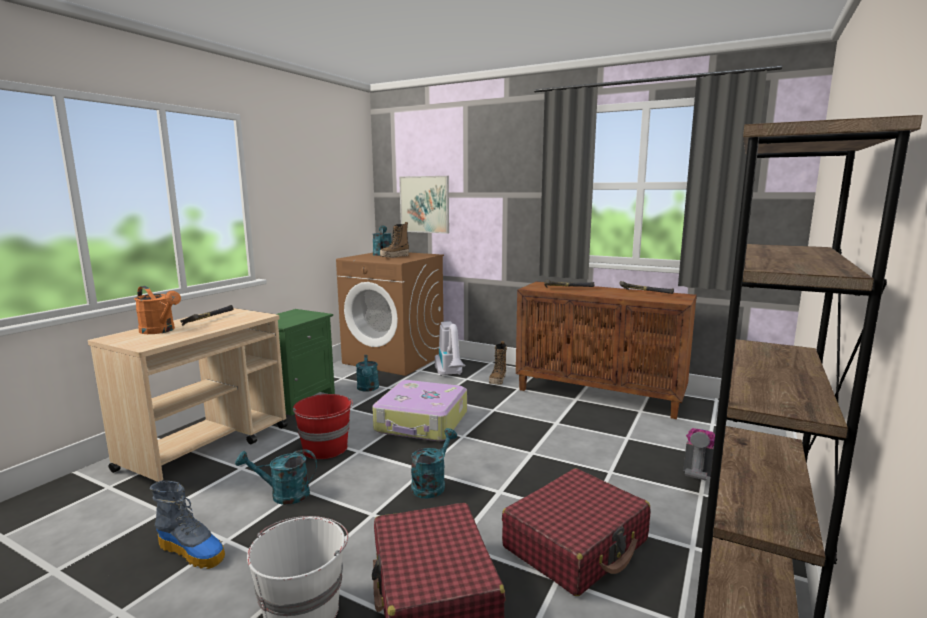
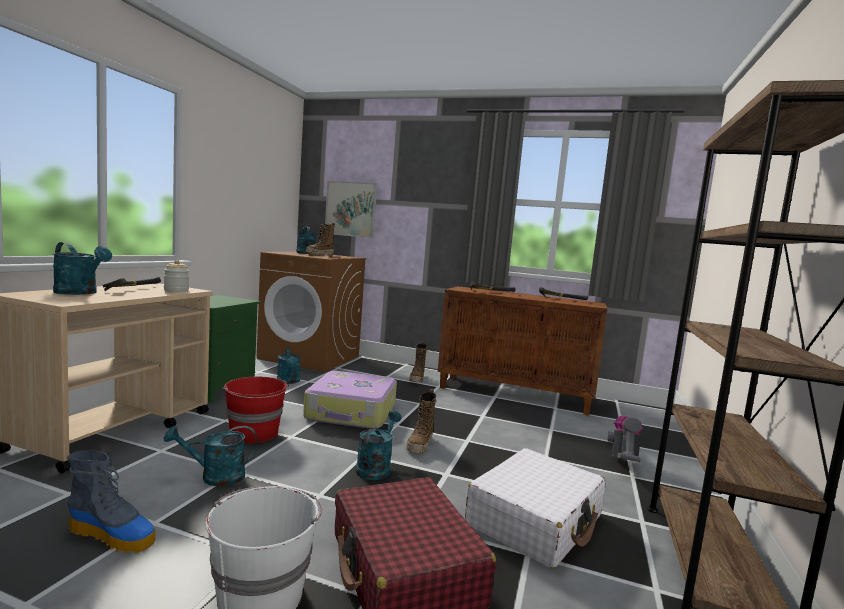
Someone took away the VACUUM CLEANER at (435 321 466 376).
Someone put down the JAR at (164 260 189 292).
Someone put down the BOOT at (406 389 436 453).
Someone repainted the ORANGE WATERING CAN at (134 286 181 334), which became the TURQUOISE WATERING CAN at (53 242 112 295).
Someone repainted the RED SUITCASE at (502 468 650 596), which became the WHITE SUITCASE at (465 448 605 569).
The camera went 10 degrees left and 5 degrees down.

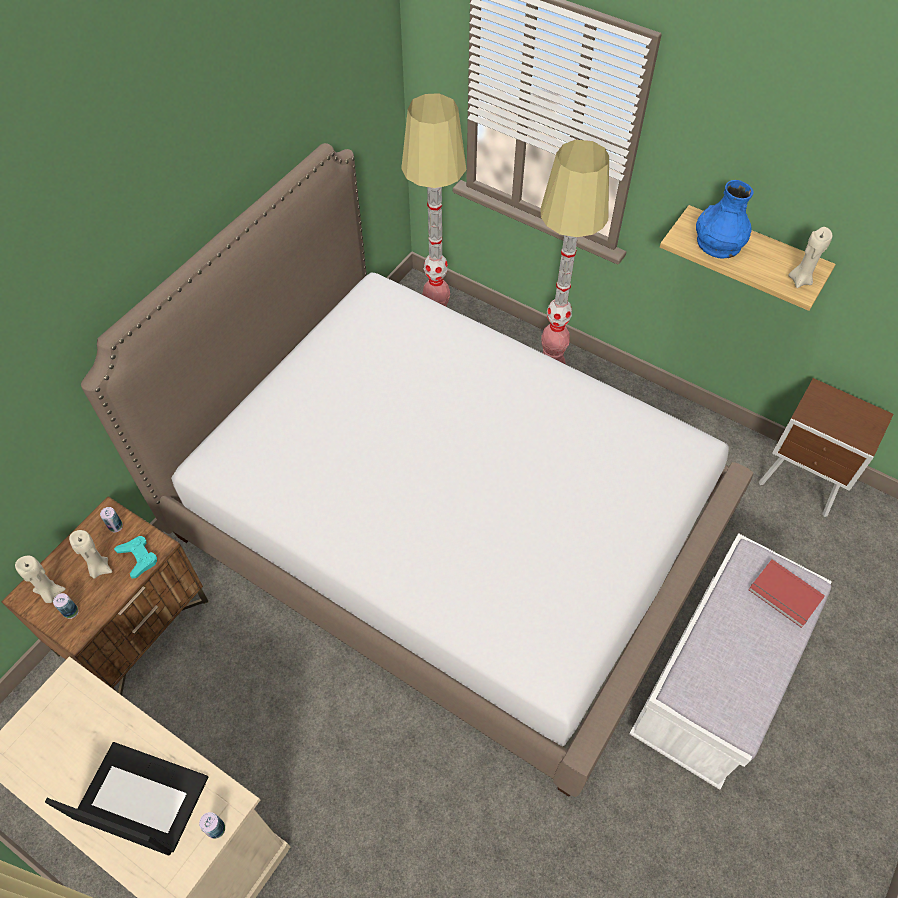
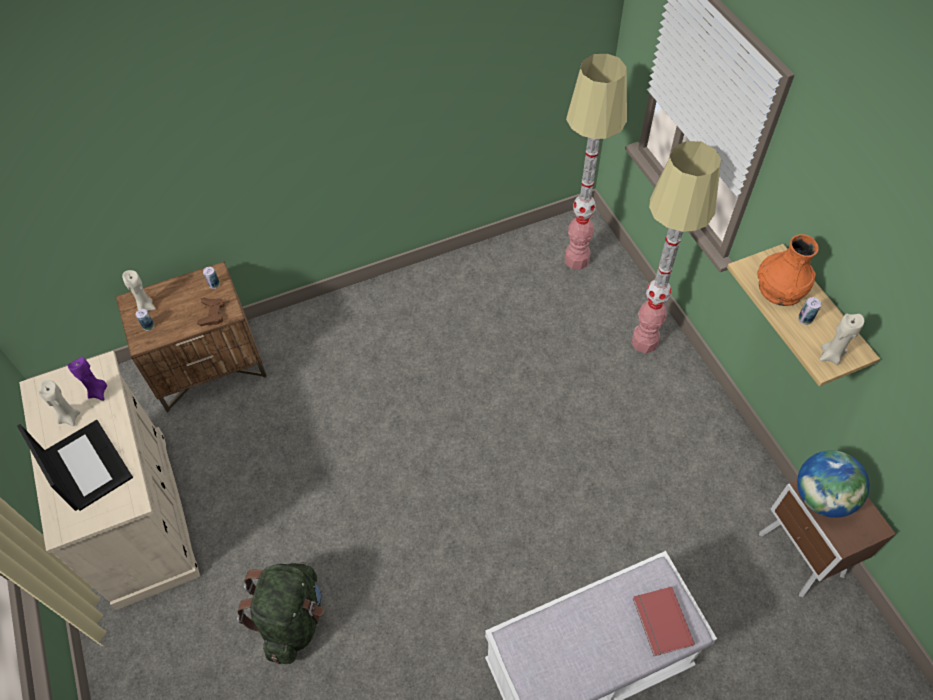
Someone took away the BED at (81 143 753 797).
Someone put down the PURPLE CANDLE at (67 357 107 401).
Someone put down the GREEN BACKPACK at (237 562 324 664).
Someone put down the GLOBE at (797 450 869 518).
Someone carried the BEIGE CANDLE from (69 530 112 579) to (38 380 80 426).
Someone carried the CAN from (199 812 225 839) to (798 297 821 325).
Someone repainted the TURQUOISE GAME CONTROLLER at (114 536 157 578), which became the BROWN GAME CONTROLLER at (197 298 225 326).
Someone repainted the BLUE VASE at (696 180 753 259), which became the ORANGE VASE at (757 234 819 306).
The camera went 35 degrees right and 0 degrees up.

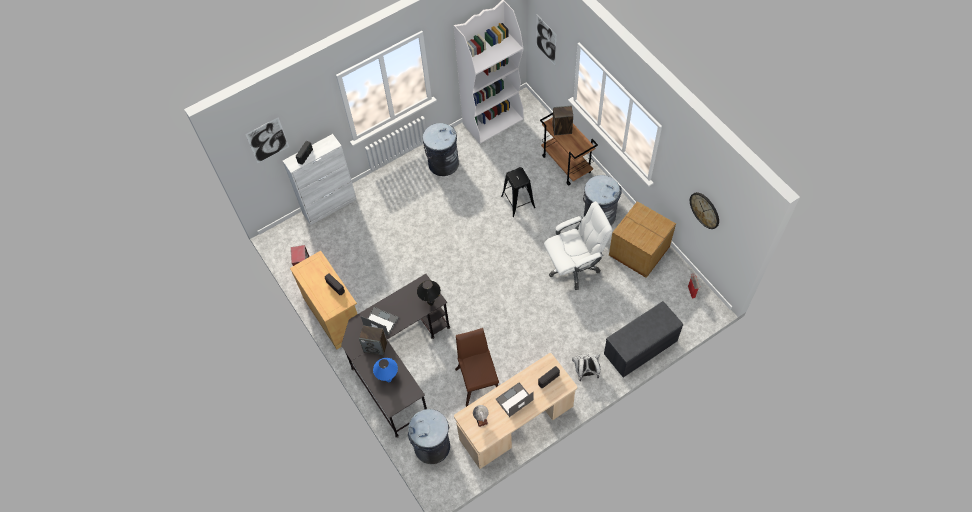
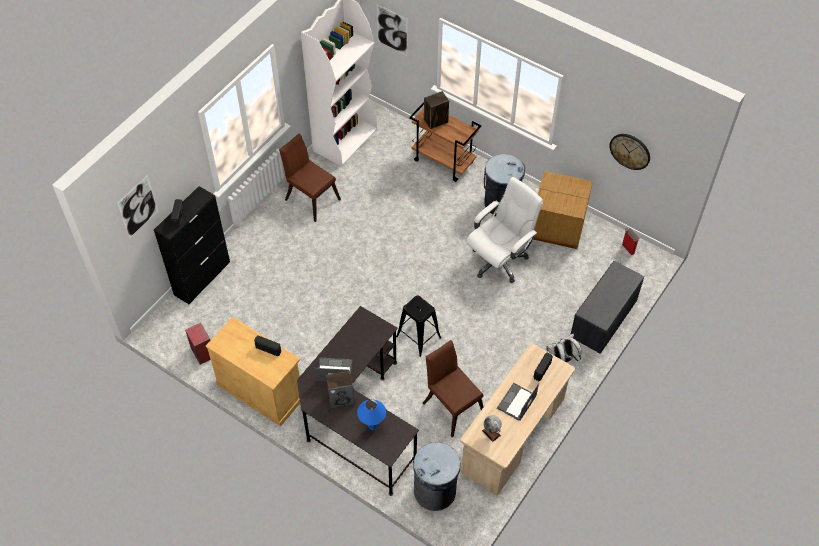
Someone took away the BLACK TABLE LAMP at (417 280 441 306).
Someone carried the BLACK STOOL from (501 167 536 217) to (396 295 441 357).
Someone swapped the GREY TRASH CAN at (422 123 459 176) for the BROWN CHAIR at (279 133 341 222).
Someone repainted the WHITE CABINET at (283 134 357 225), which became the BLACK CABINET at (154 186 230 304).
The camera went 25 degrees left and 5 degrees down.

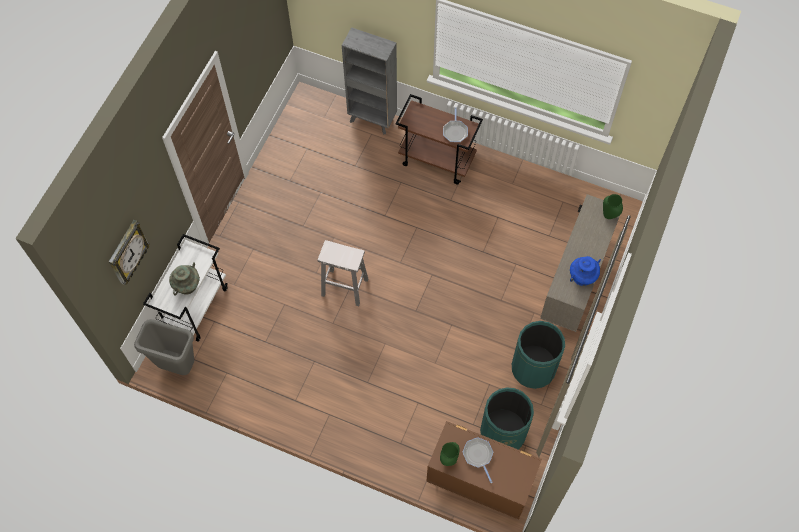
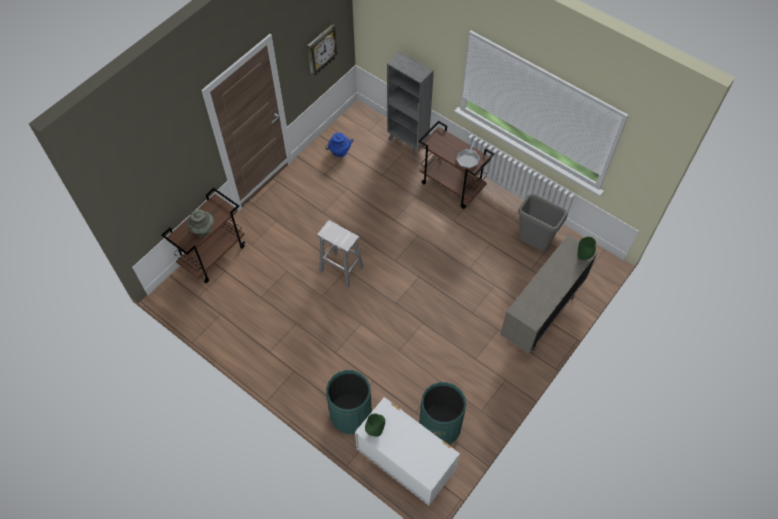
Someone took away the FRYING PAN at (463 437 493 483).
Someone carried the WALL CLOCK from (108 220 150 285) to (307 24 338 75).
Someone carried the GREY TRASH CAN from (134 319 194 375) to (518 194 568 250).
Someone carried the GREEN TRASH CAN from (512 321 565 389) to (326 370 372 434).
Someone carried the BLUE VASE from (570 256 601 286) to (326 133 353 157).
Someone repainted the WHITE CART at (143 234 228 342), which became the BROWN CART at (161 188 245 283).
Someone repainted the BROWN DRESSER at (426 421 542 520), which became the WHITE DRESSER at (355 397 460 506).
The camera went 15 degrees right and 5 degrees down.

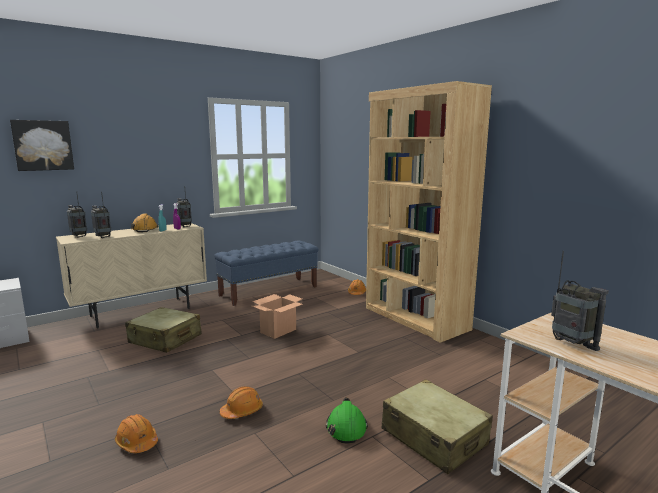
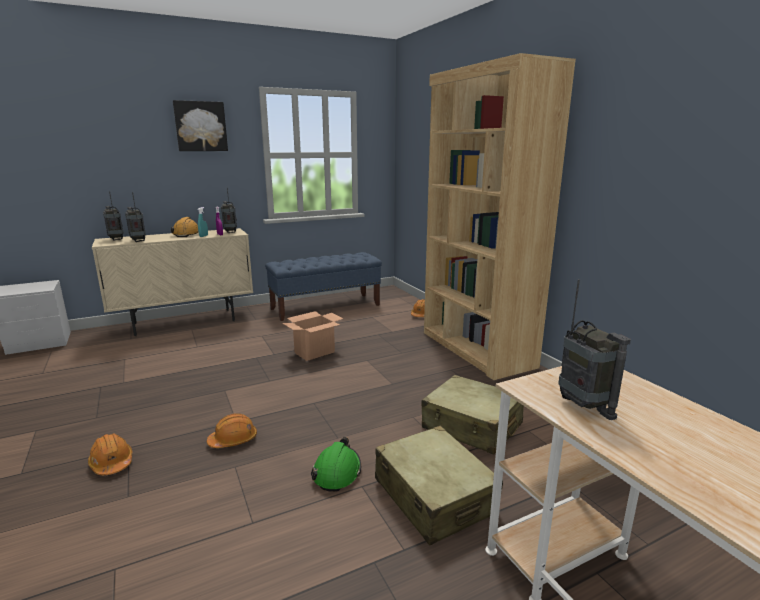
Someone carried the PICTURE from (10 120 74 171) to (173 100 228 151).
Someone carried the BEIGE SUITCASE from (125 307 202 353) to (421 375 524 455).
The camera went 10 degrees right and 5 degrees up.

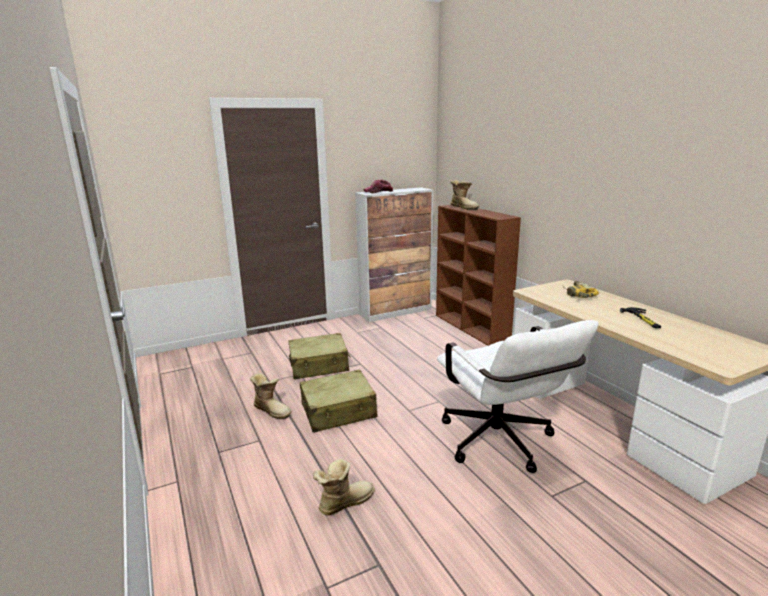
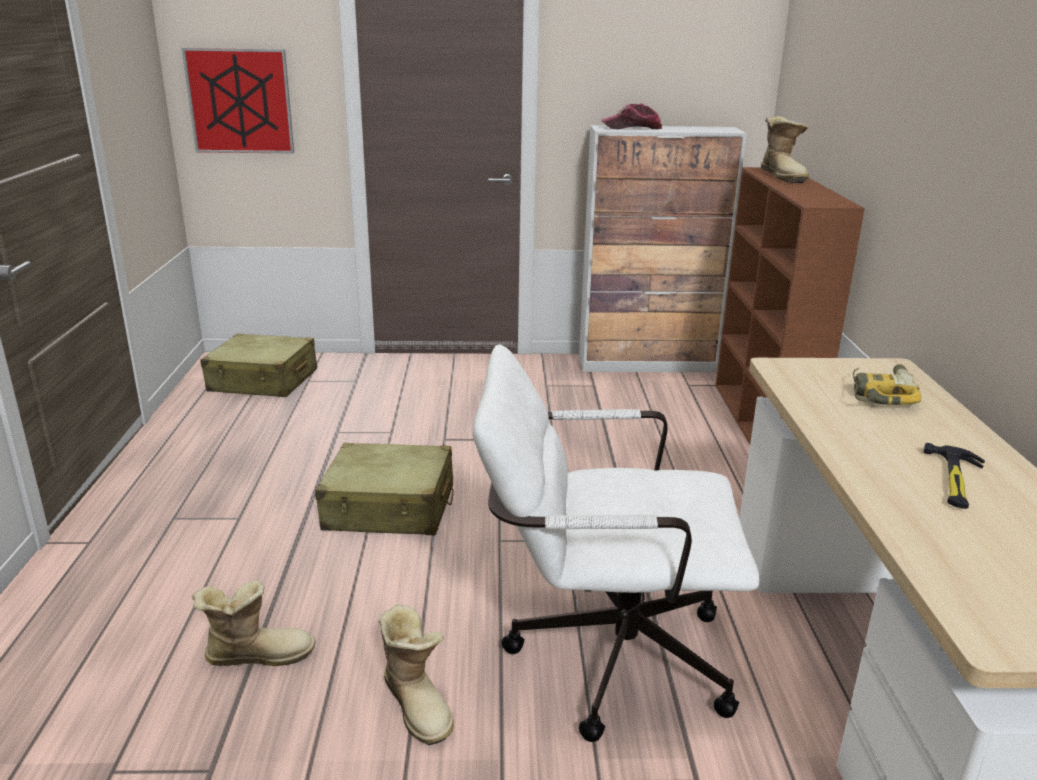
Someone put up the PICTURE at (182 48 294 154).
Someone carried the BOOT from (250 373 292 420) to (378 604 454 745).
Someone carried the BEIGE SUITCASE from (289 333 351 380) to (201 334 317 397).
Someone rotated the WHITE OFFICE CHAIR at (437 320 599 473) by 90 degrees clockwise.
The camera went 25 degrees right and 5 degrees up.

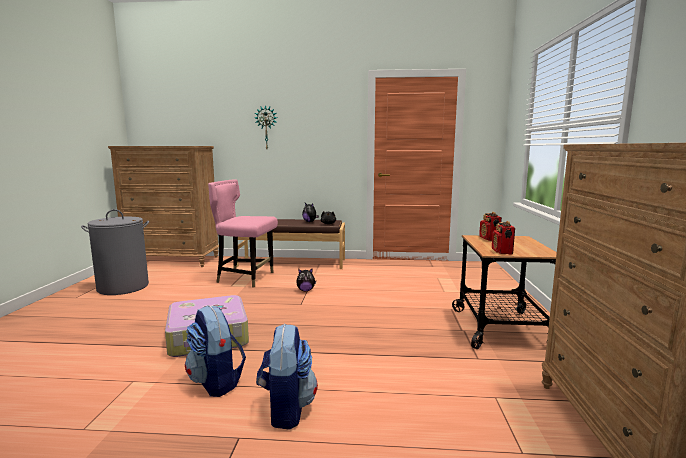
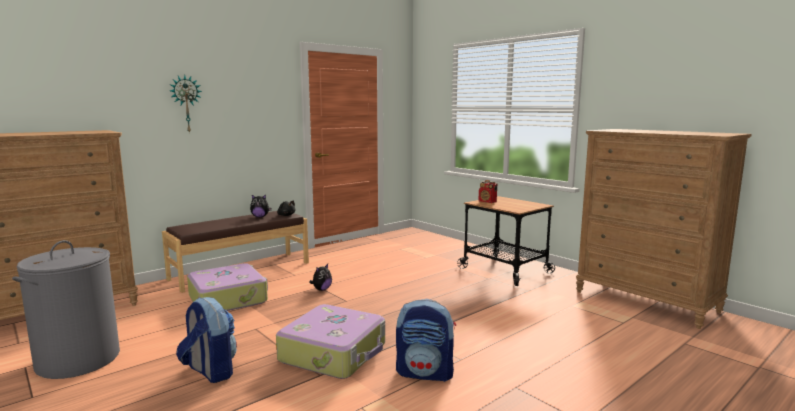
Someone took away the RADIO at (492 221 515 255).
Someone carried the BACKPACK from (256 324 318 430) to (176 297 237 383).
Someone swapped the PINK CHAIR at (208 179 278 287) for the SUITCASE at (187 263 268 311).
The camera went 45 degrees left and 0 degrees up.

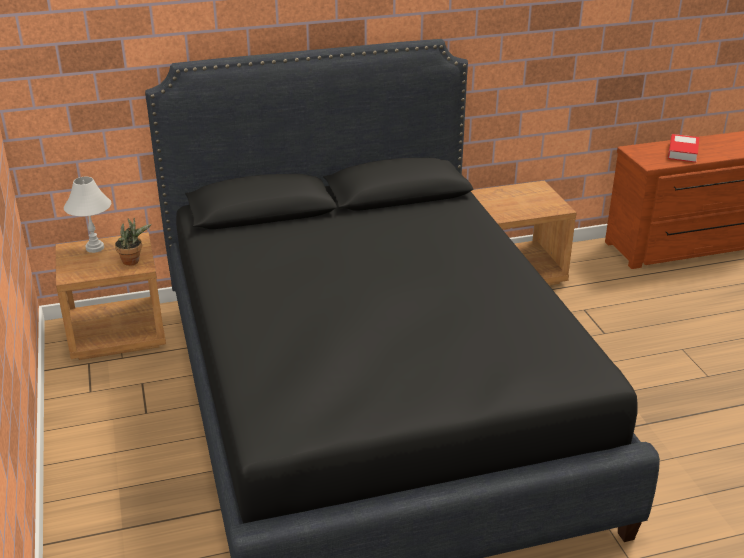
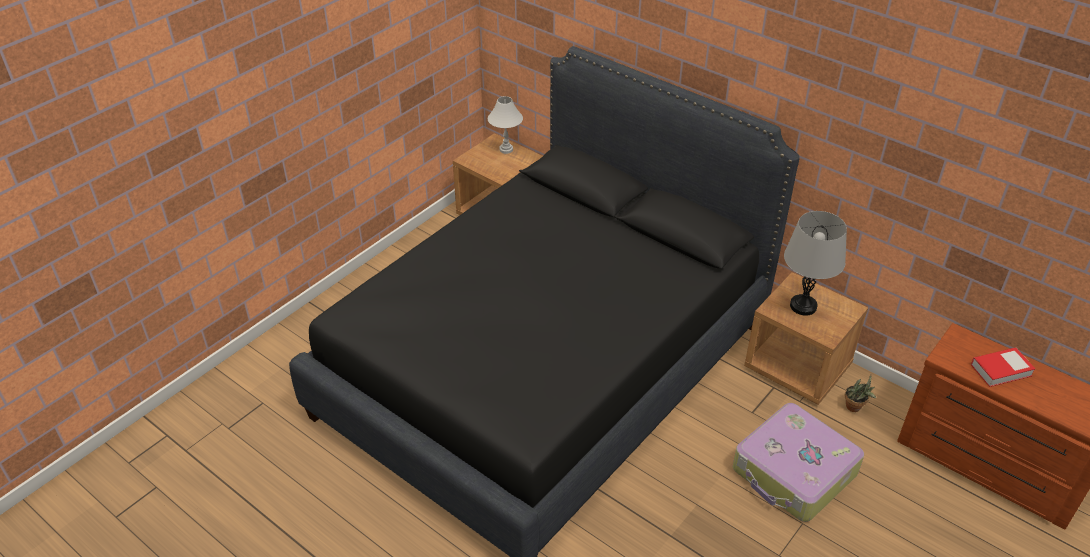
Someone put down the SUITCASE at (733 403 864 522).
Someone put down the GREY TABLE LAMP at (784 211 847 316).
Someone carried the POTTED PLANT from (115 218 152 266) to (844 375 876 412).
The camera went 55 degrees right and 10 degrees up.

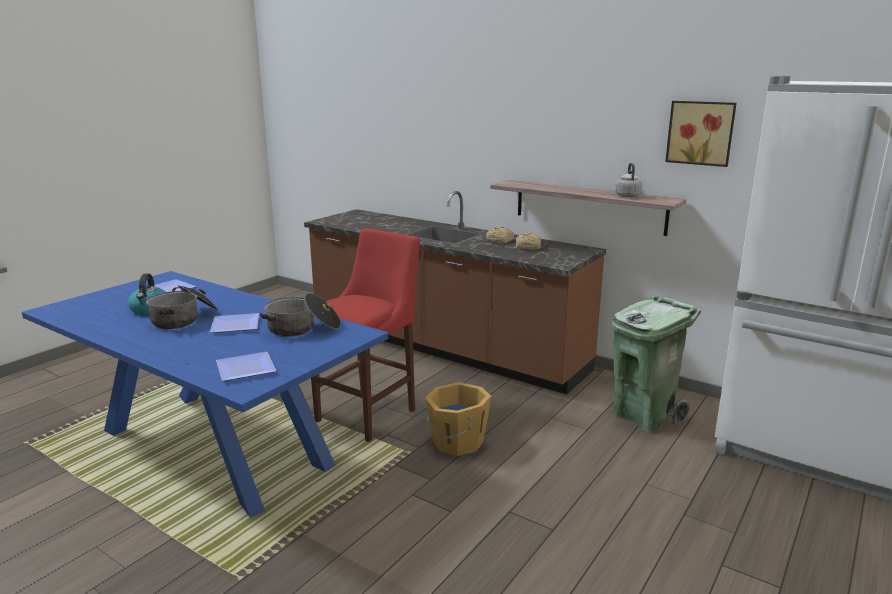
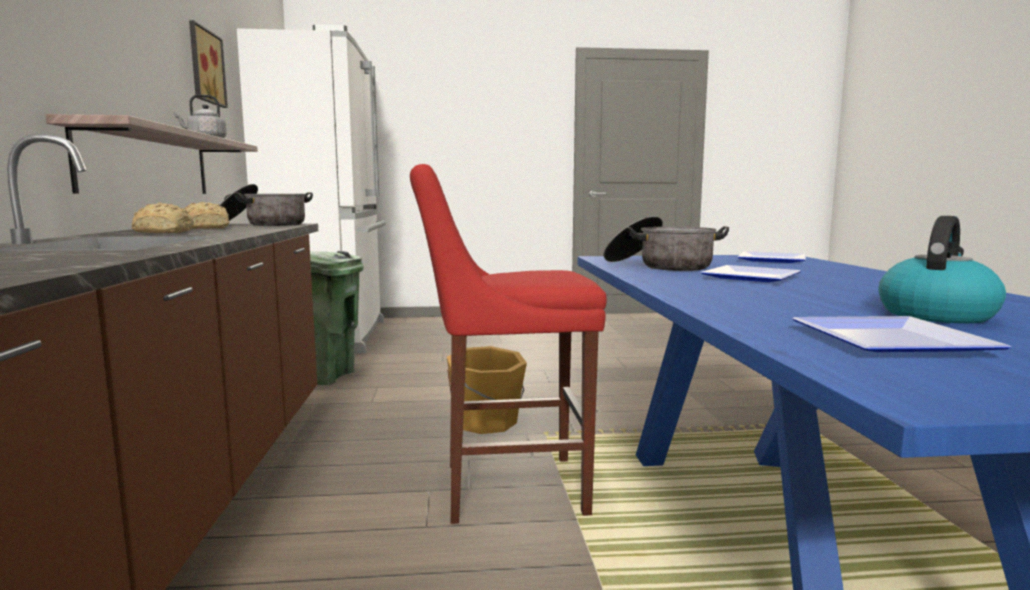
Someone carried the COOKING POT from (146 285 218 329) to (219 184 313 226).
The camera went 130 degrees left and 10 degrees down.

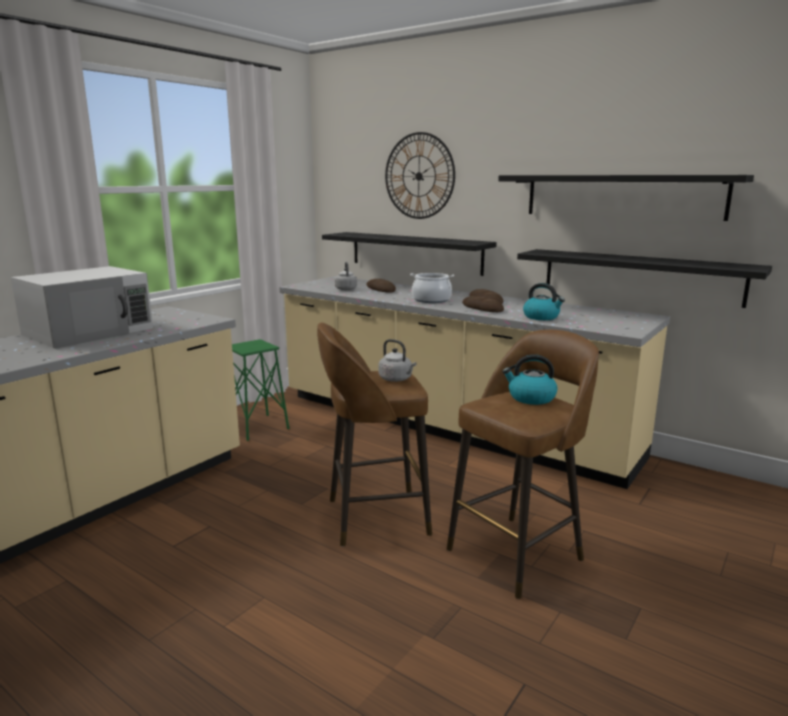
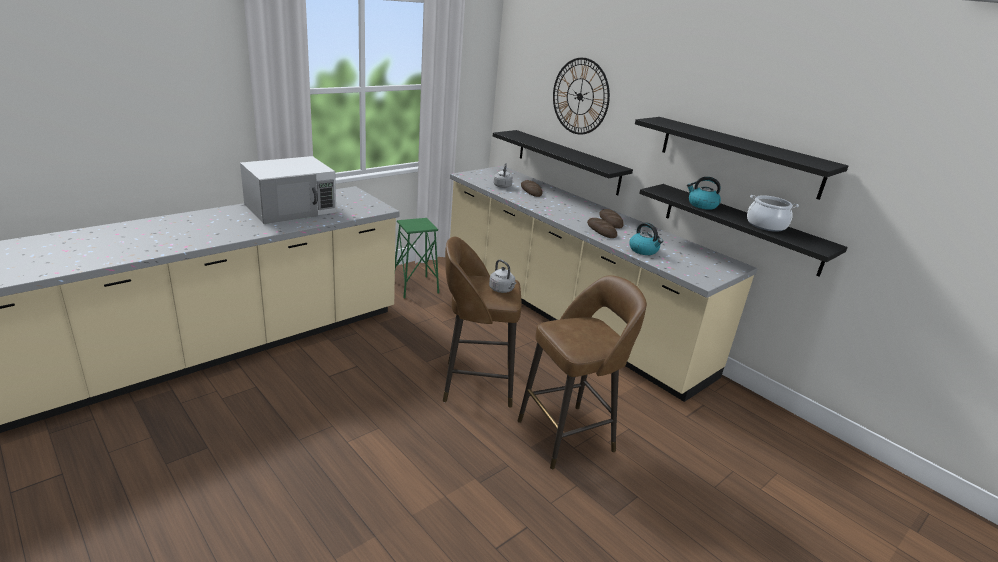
Someone carried the COOKING POT from (410 273 454 303) to (747 195 799 232).
Someone carried the KETTLE from (502 354 558 405) to (687 177 721 210).
The camera went 10 degrees right and 10 degrees up.

